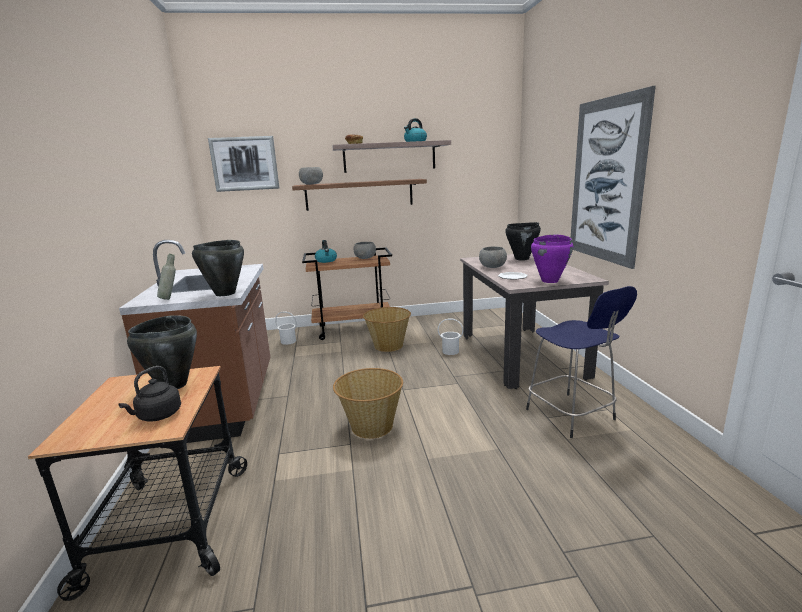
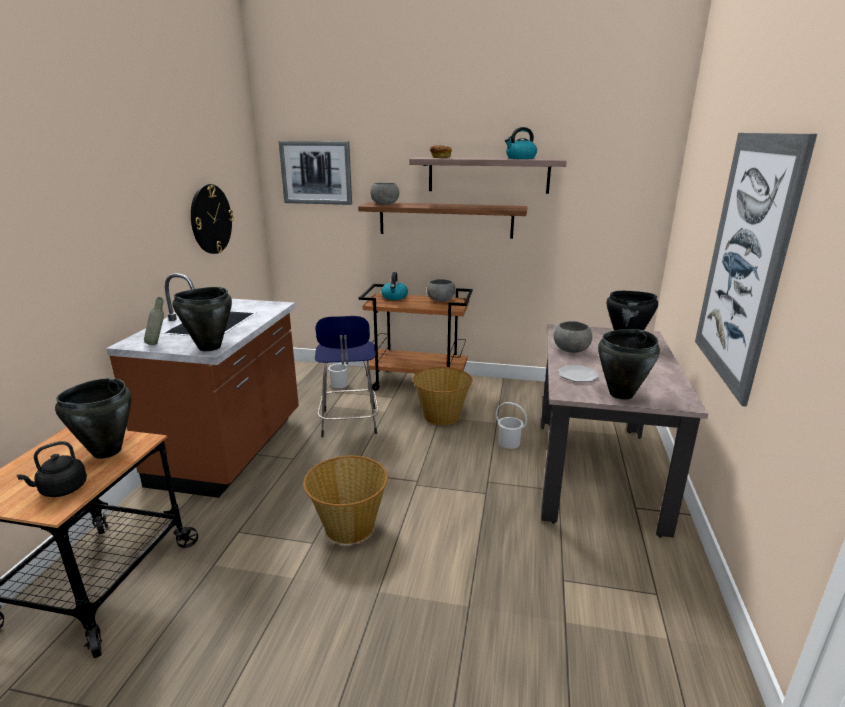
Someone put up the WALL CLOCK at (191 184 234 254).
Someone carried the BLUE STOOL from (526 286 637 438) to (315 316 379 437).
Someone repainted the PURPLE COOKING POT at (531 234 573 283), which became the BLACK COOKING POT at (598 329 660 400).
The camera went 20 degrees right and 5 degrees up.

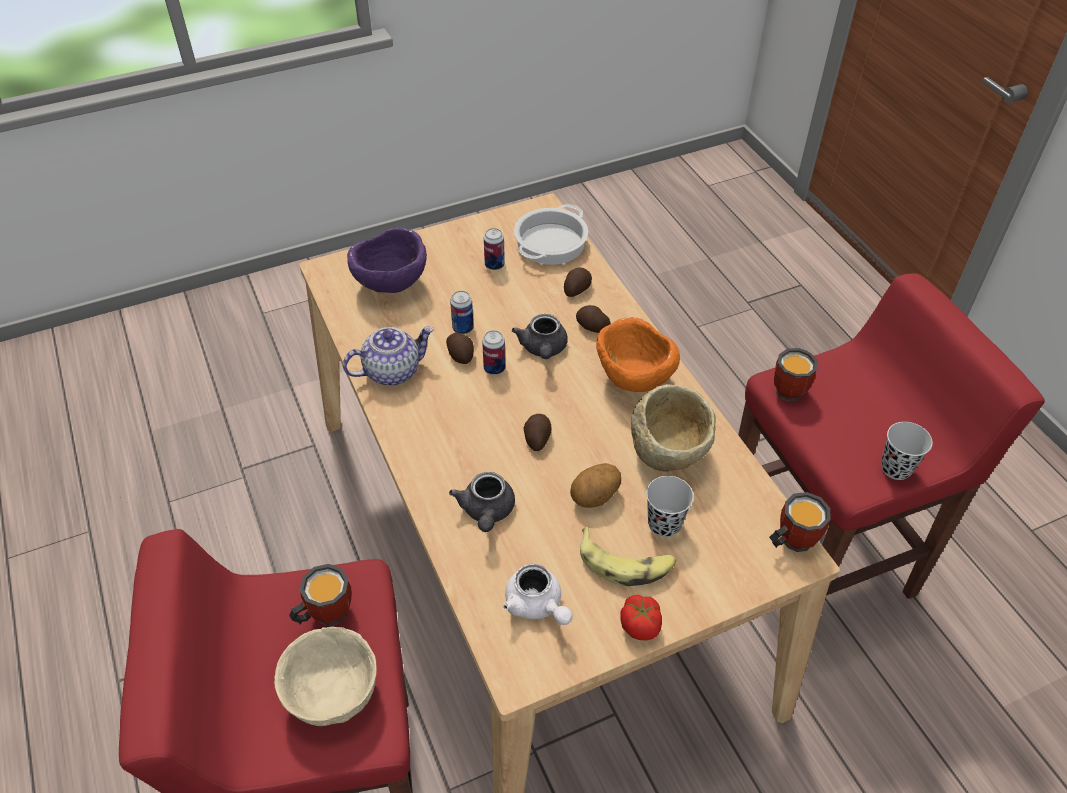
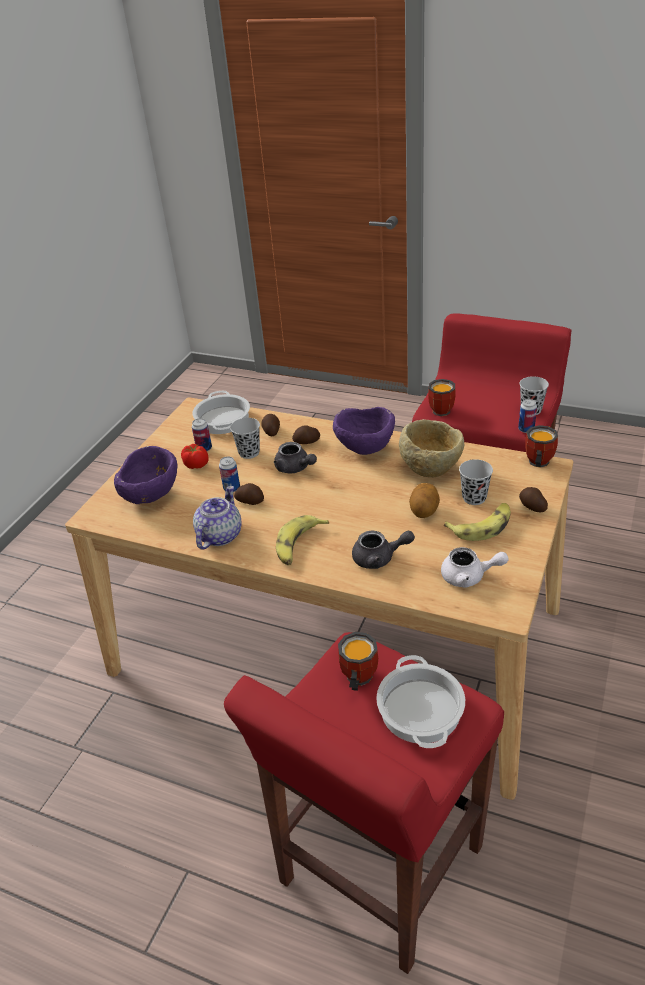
Someone put down the BLACK CUP at (230 418 260 459).
Someone put down the BANANA at (276 515 329 565).
Someone carried the CAN from (482 330 506 375) to (518 399 537 433).
Someone carried the POTATO from (523 414 552 451) to (519 487 548 513).
Someone carried the TOMATO from (620 595 662 640) to (181 444 209 469).
Someone swapped the BEIGE BOWL at (274 627 377 726) for the COOKING POT at (376 655 465 748).
Someone repainted the ORANGE BOWL at (596 317 680 392), which became the PURPLE BOWL at (333 407 395 455).
Someone rotated the GREY TEAPOT at (449 472 515 532) by 45 degrees counterclockwise.
The camera went 40 degrees left and 10 degrees down.

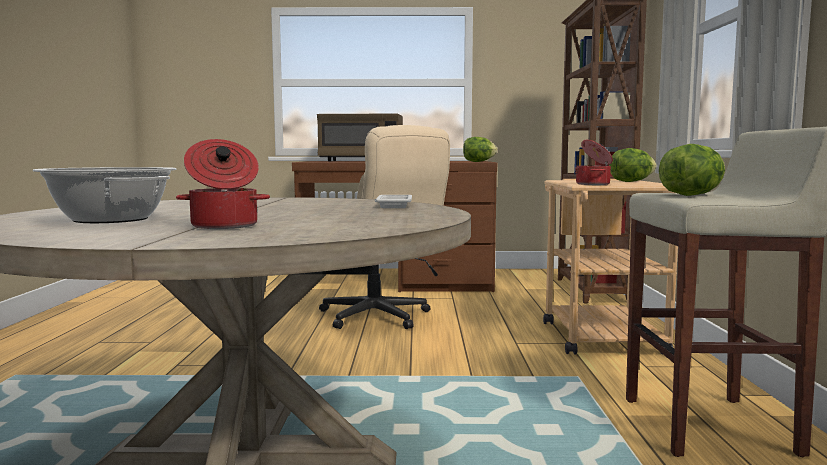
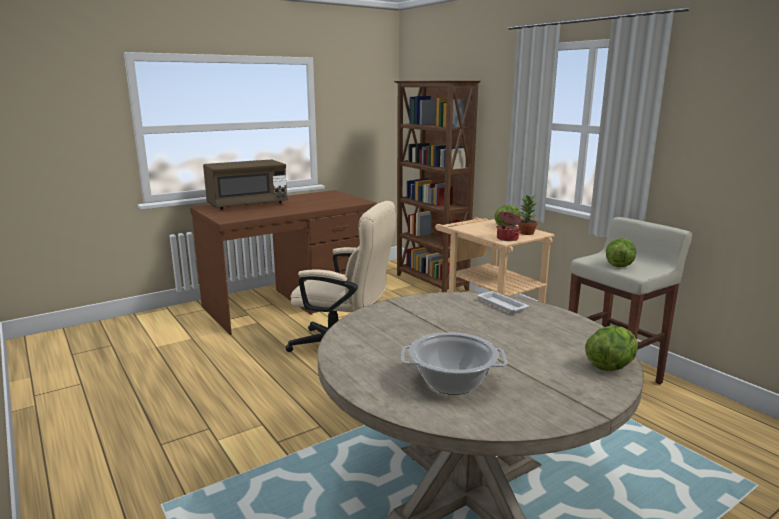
Someone took away the COOKING POT at (176 139 270 229).
Someone put down the POTTED PLANT at (518 195 538 235).
Someone carried the LETTUCE from (463 137 497 162) to (585 326 638 371).
The camera went 35 degrees left and 10 degrees up.

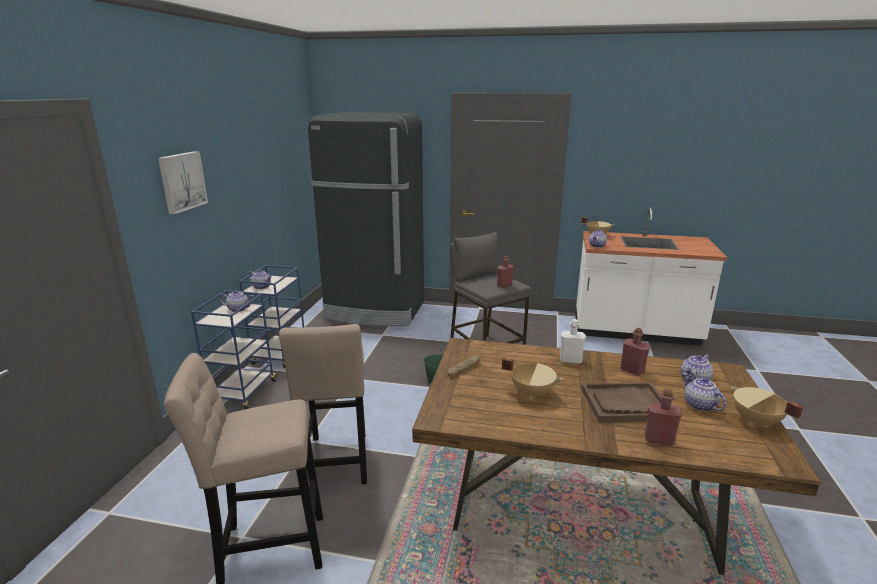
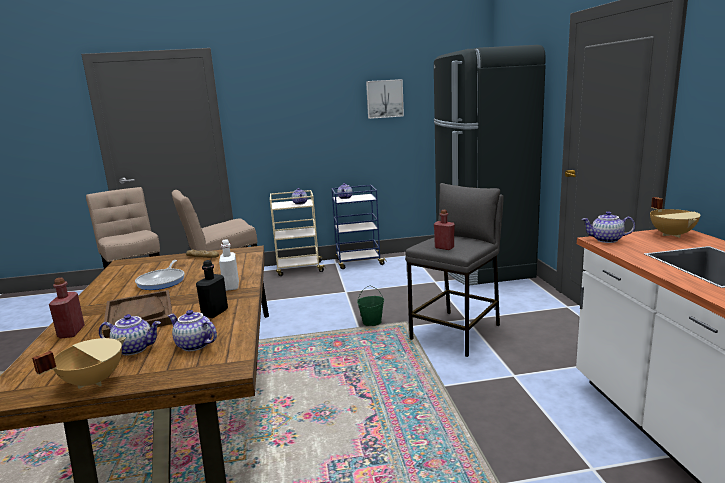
Someone carried the PICTURE from (158 151 208 214) to (366 79 404 119).
Someone swapped the BEIGE COOKING POT at (502 358 563 399) for the FRYING PAN at (135 260 184 290).
Someone repainted the BLUE CART at (191 290 278 409), which became the BEIGE CART at (270 190 326 276).
Someone repainted the RED BOTTLE at (621 328 650 376), which became the BLACK BOTTLE at (196 260 228 318).
Someone rotated the TEAPOT at (683 373 726 411) by 45 degrees clockwise.
The camera went 70 degrees right and 5 degrees down.

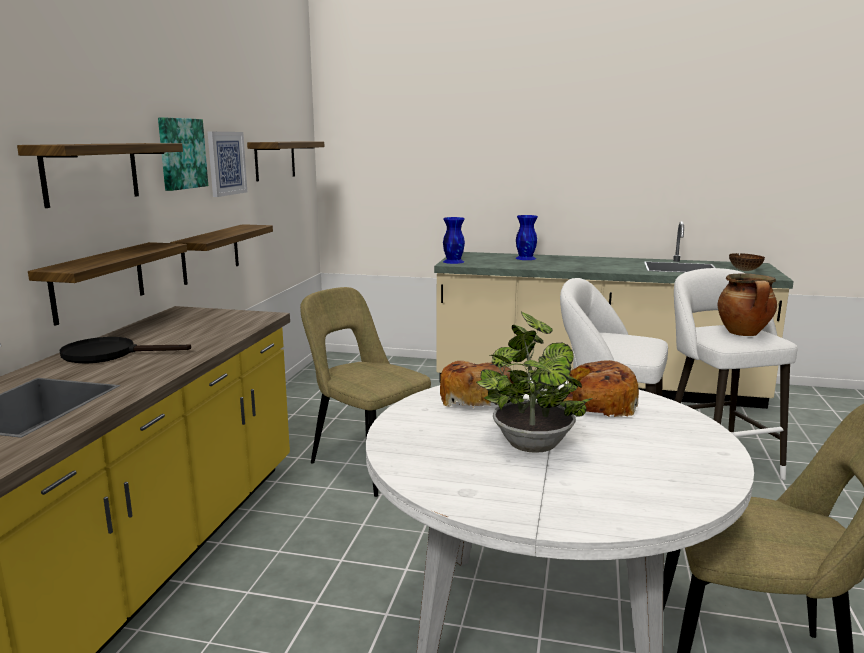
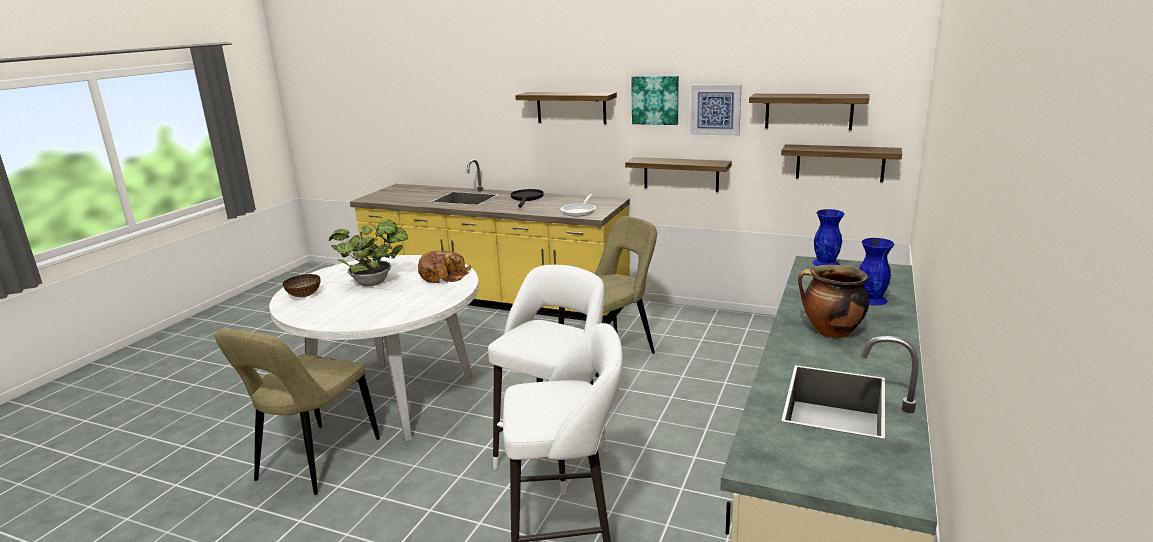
Someone took away the BREAD at (562 360 639 417).
Someone put down the FRYING PAN at (561 194 596 217).
Someone carried the SHELF from (28 242 187 326) to (781 144 902 182).
Someone carried the COOKING POT from (718 273 777 336) to (798 265 869 338).
Someone carried the BOWL from (729 253 765 271) to (282 274 321 298).
The camera went 100 degrees right and 5 degrees up.

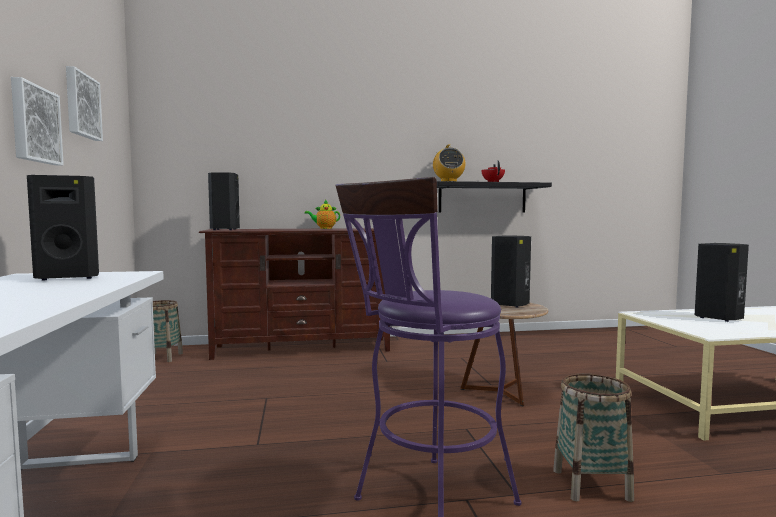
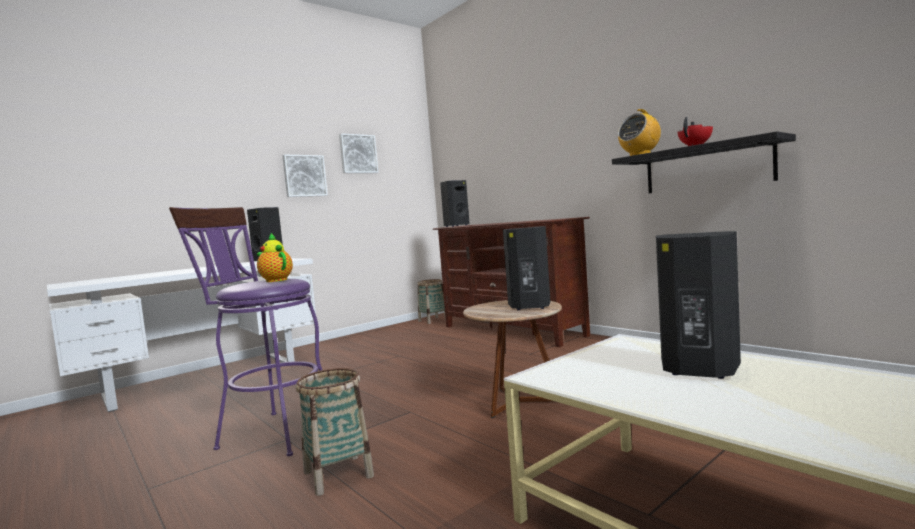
Someone carried the TEAPOT from (305 200 340 229) to (257 233 293 282).
The camera went 60 degrees right and 0 degrees up.

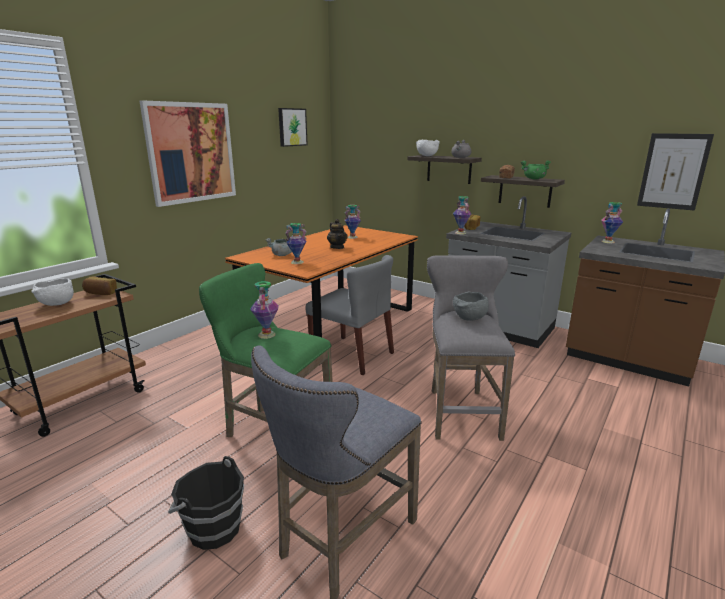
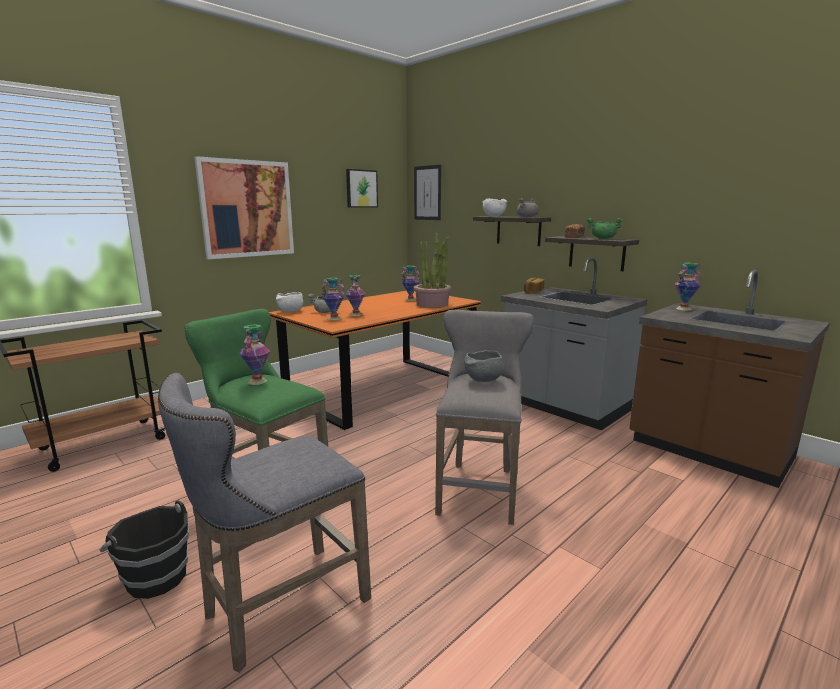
Someone took away the BREAD at (82 276 117 295).
Someone took away the GREY CHAIR at (305 255 394 375).
Someone took away the TEAPOT at (327 219 348 249).
Someone put down the POTTED PLANT at (413 233 451 308).
Someone carried the WHITE BOWL from (31 278 74 306) to (276 292 303 312).
Someone carried the VASE from (453 196 472 234) to (345 275 365 316).
Someone carried the PICTURE from (637 133 714 211) to (414 165 441 220).
The camera went 10 degrees right and 5 degrees down.

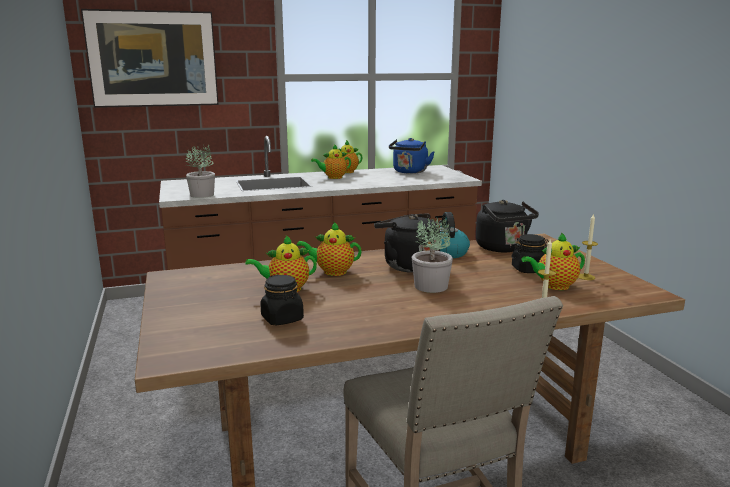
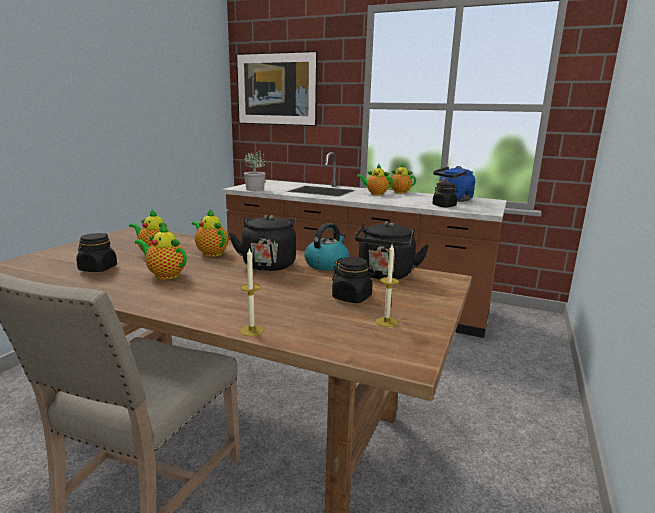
Someone took away the POTTED PLANT at (412 217 453 293).
Someone put down the BLACK JAR at (432 183 458 207).
Someone carried the TEAPOT from (522 232 585 290) to (135 224 187 280).
The camera went 40 degrees right and 0 degrees up.

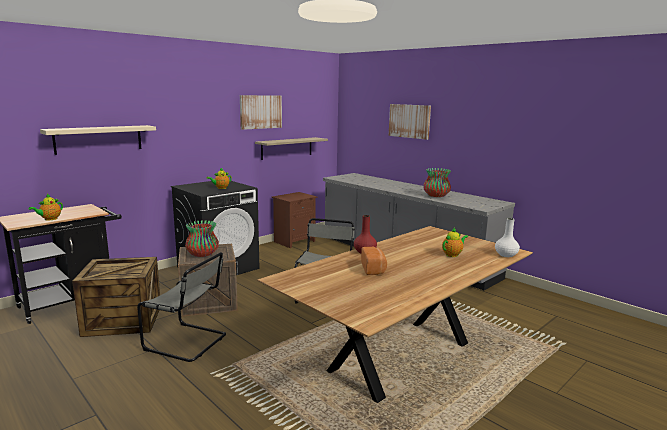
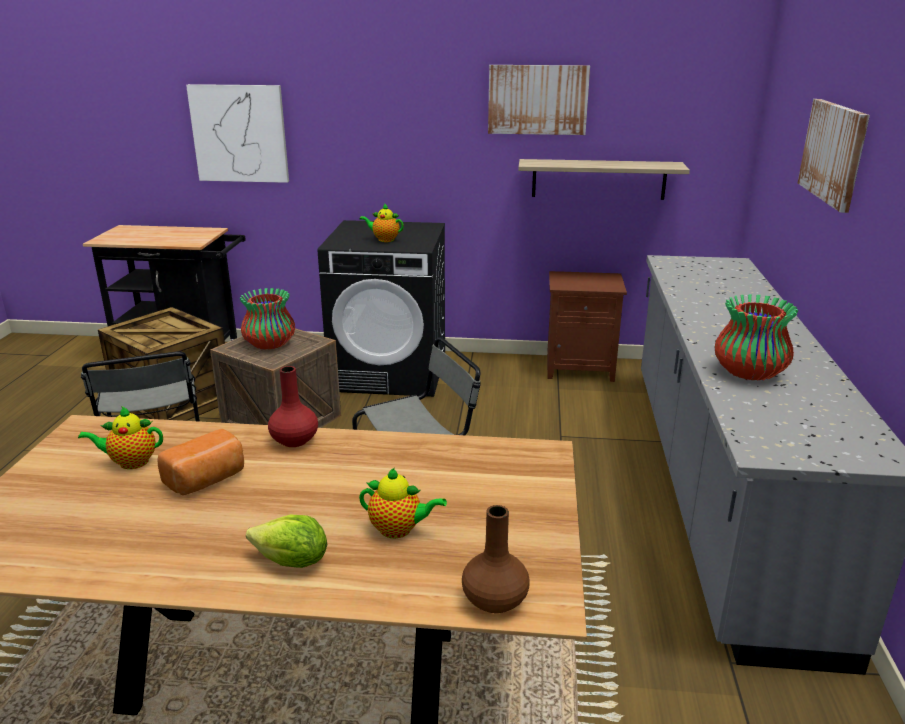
Someone put down the LETTUCE at (246 514 327 568).
Someone carried the TEAPOT from (29 194 63 221) to (78 406 163 469).
Someone swapped the BEIGE SHELF at (40 125 156 155) for the PICTURE at (186 84 289 183).
Someone repainted the WHITE VASE at (495 218 520 257), which became the BROWN VASE at (462 505 530 613).
The camera went 50 degrees right and 10 degrees up.

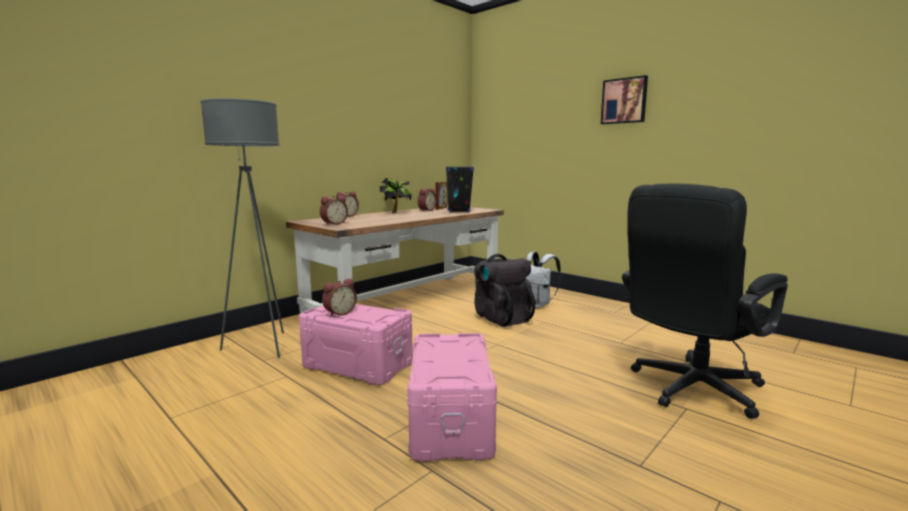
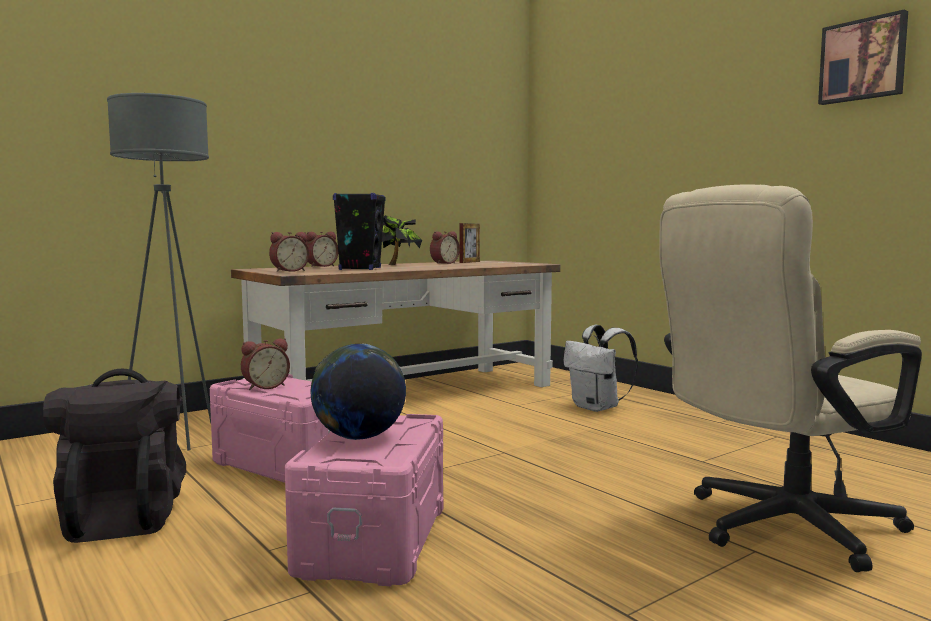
Someone put down the GLOBE at (310 344 406 440).
Someone carried the BLACK SPEAKER from (446 166 474 212) to (333 193 385 270).
Someone carried the BLACK BACKPACK from (474 254 535 327) to (43 369 186 543).
Someone carried the PICTURE from (601 75 648 124) to (818 10 908 105).
Someone repainted the BLACK OFFICE CHAIR at (622 184 788 419), which became the BEIGE OFFICE CHAIR at (660 184 922 572).
The camera went 10 degrees right and 5 degrees down.

